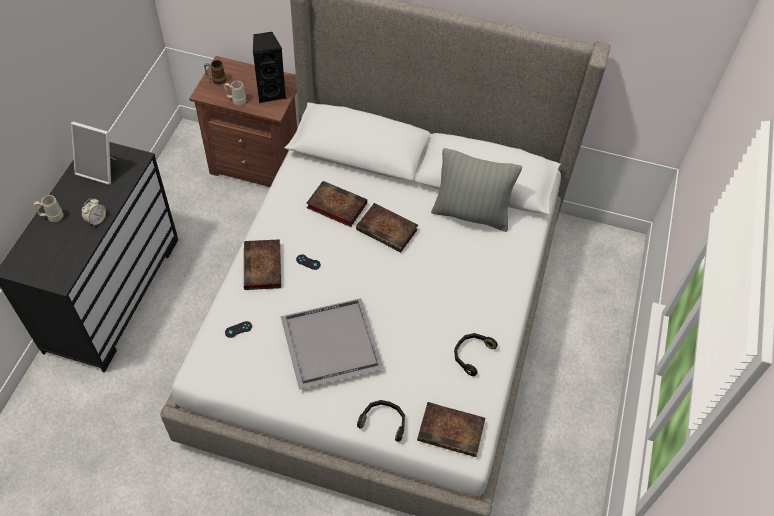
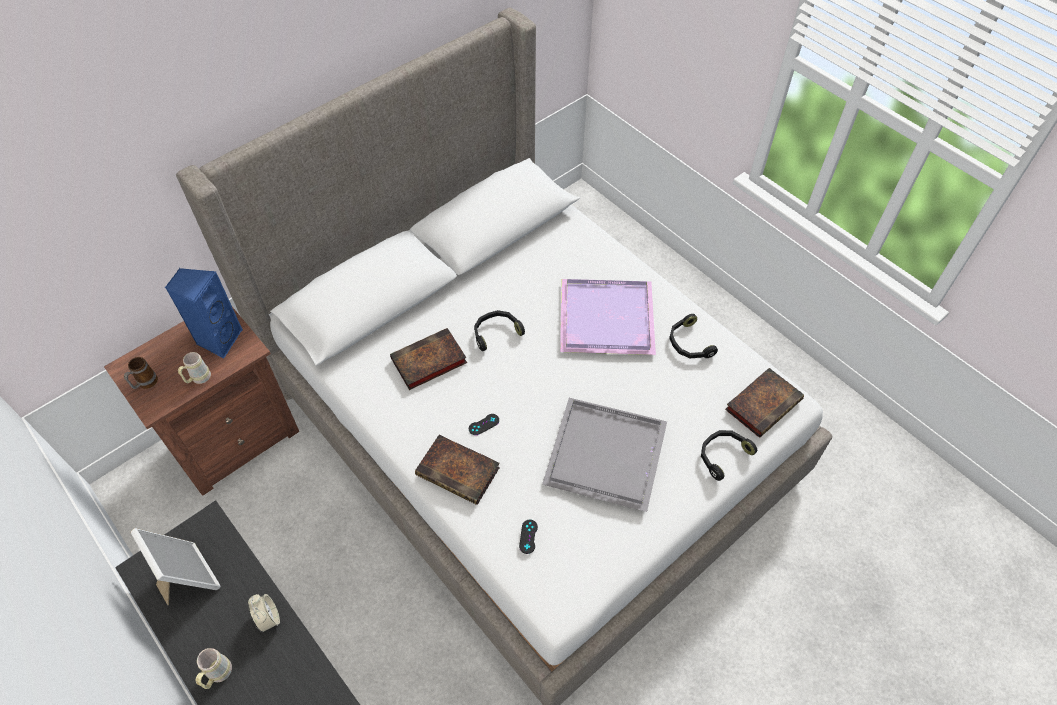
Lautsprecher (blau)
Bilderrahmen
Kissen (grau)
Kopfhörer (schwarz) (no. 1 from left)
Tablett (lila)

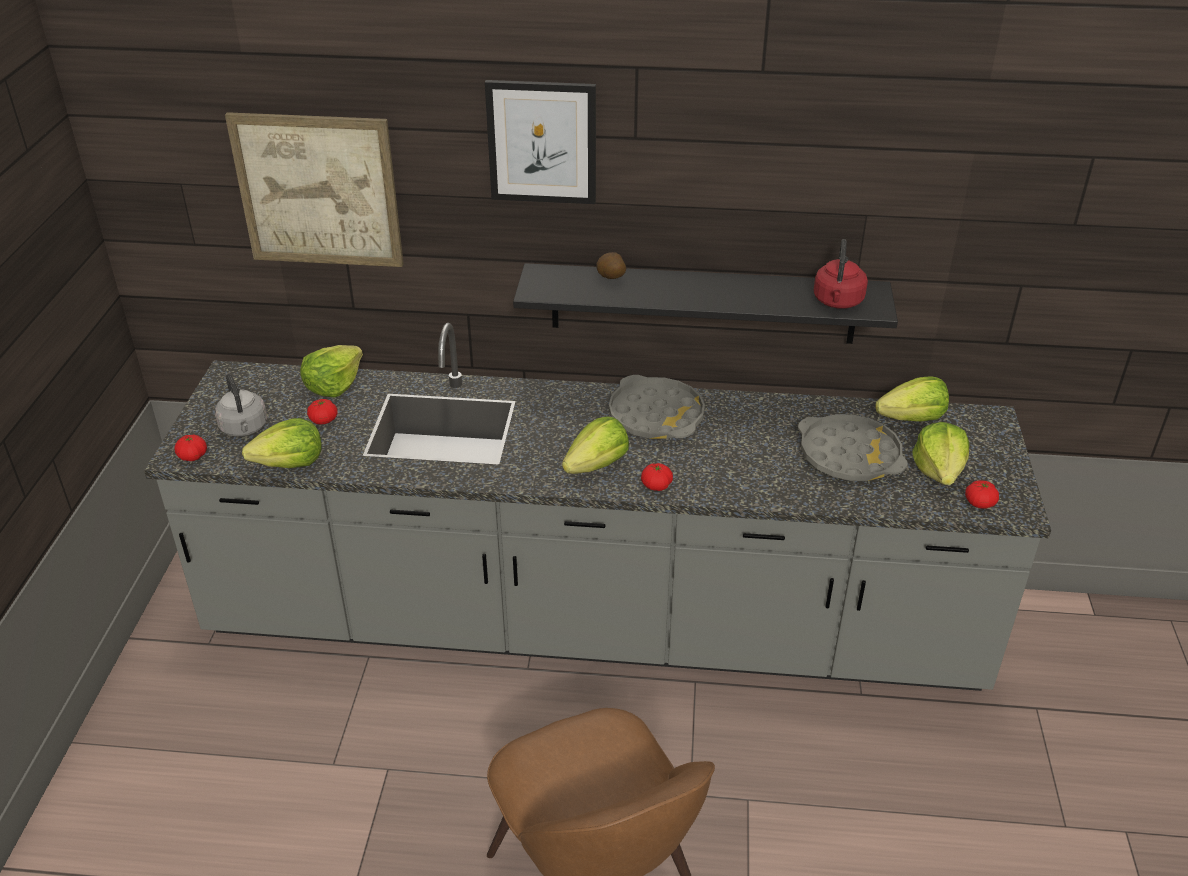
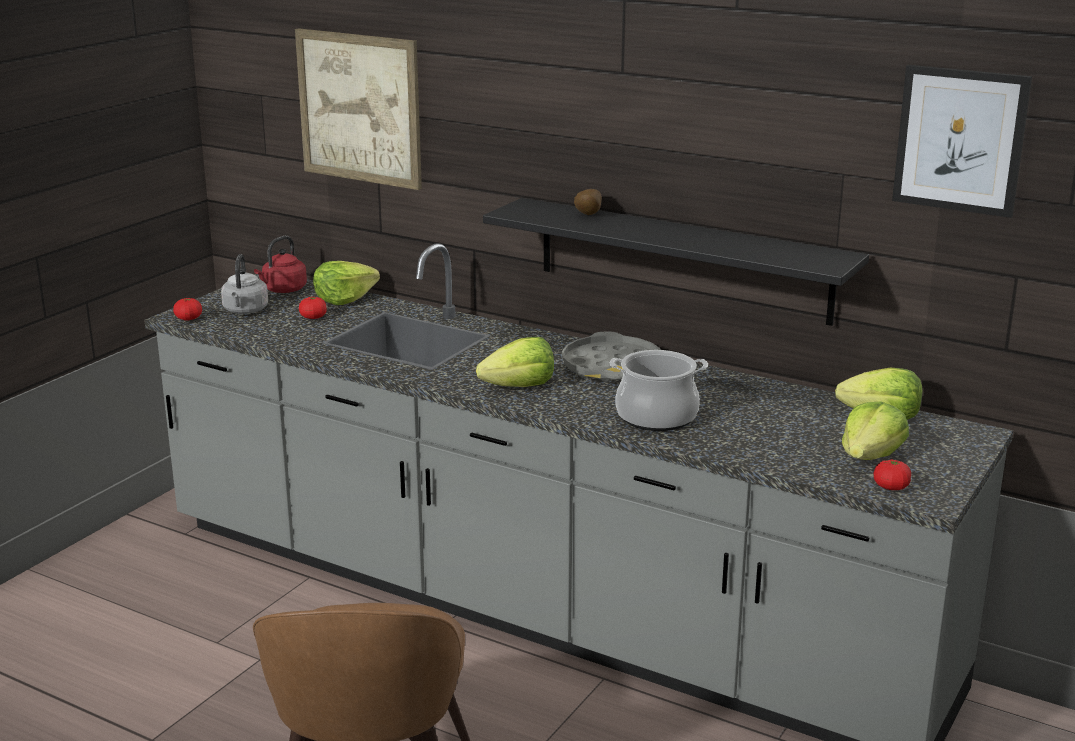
Bild (no. 2 from left)
Wasserkessel (rot)
Tablett (grau) (no. 2 from left in the first image)
Salatkopf (no. 1 from left in the first image)
Tomate (no. 3 from left in the first image)
Kochtopf

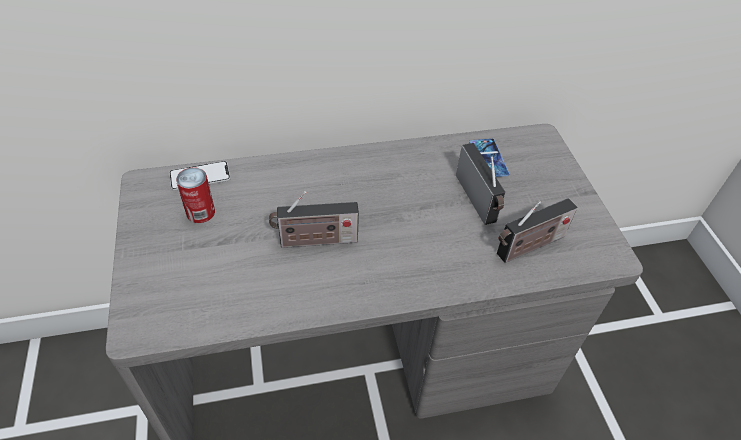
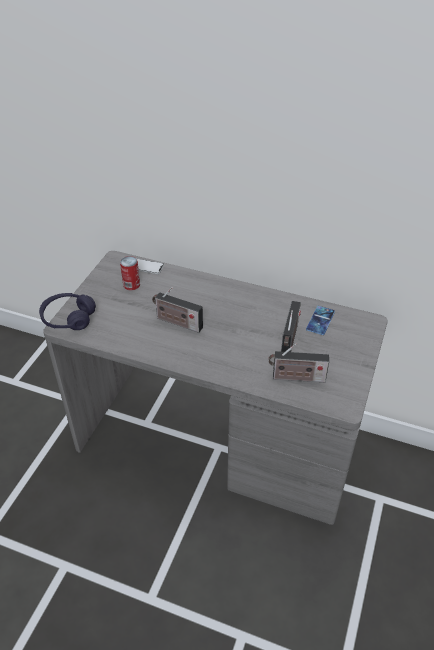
Kopfhörer (lila)

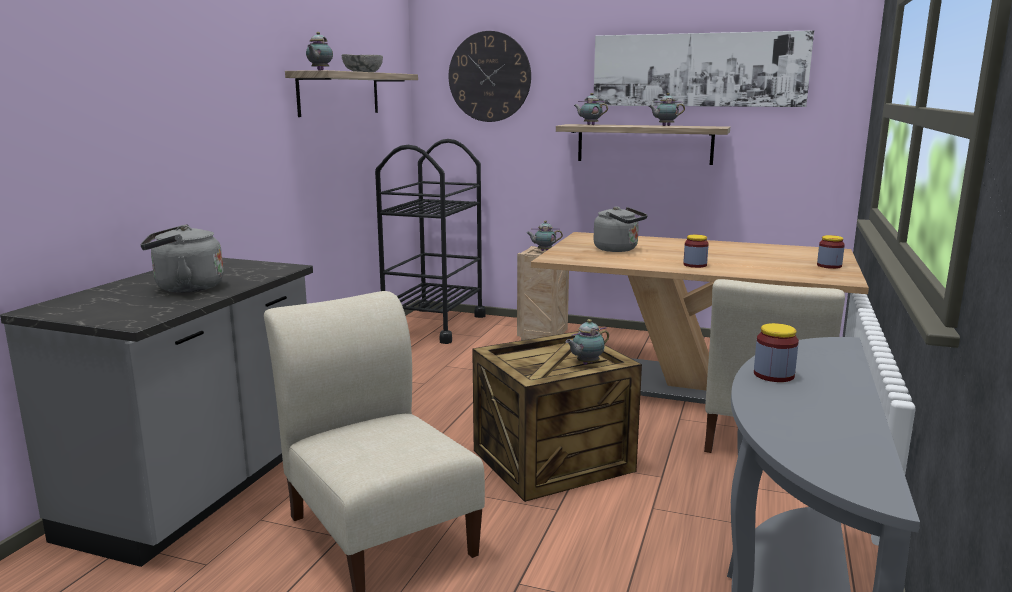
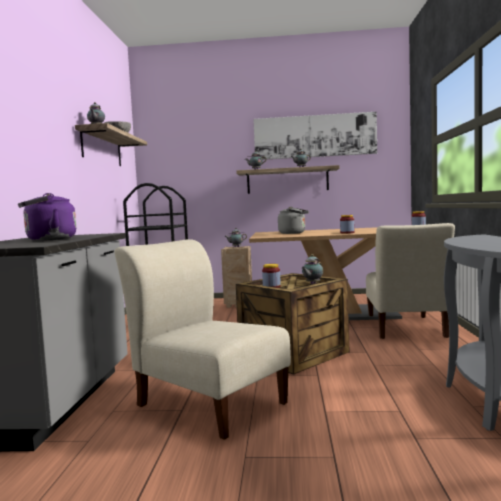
Wanduhr
Wasserkessel (lila)
Vorratsglas (no. 1 from left)

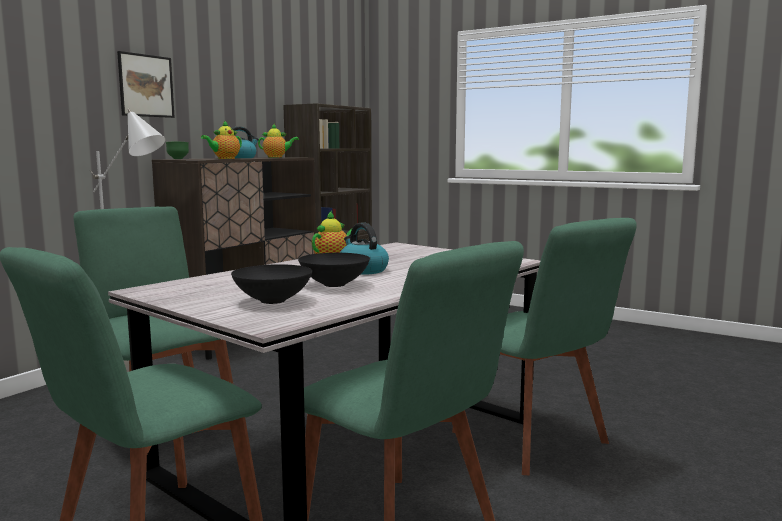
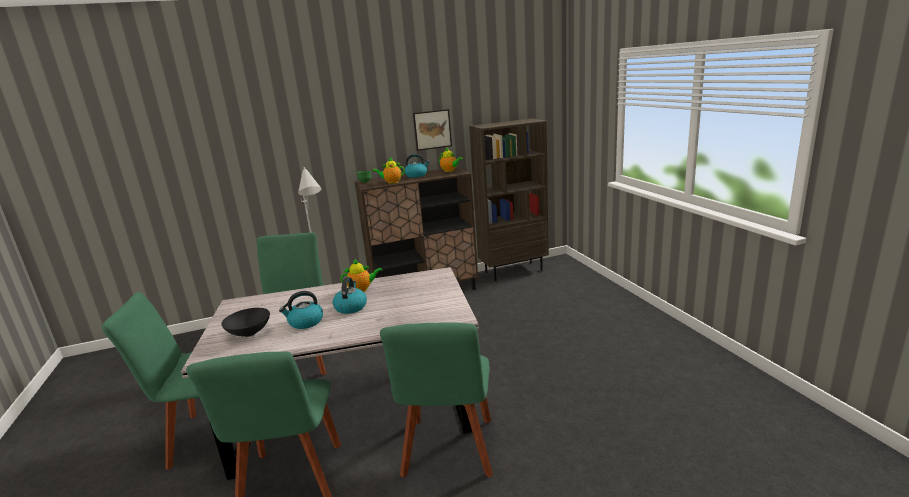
Bild
Wasserkessel (no. 1 from left)

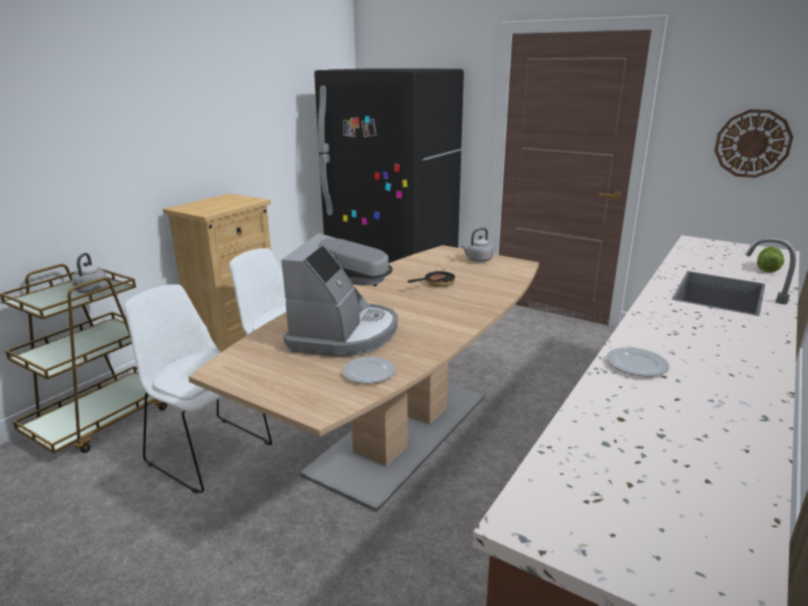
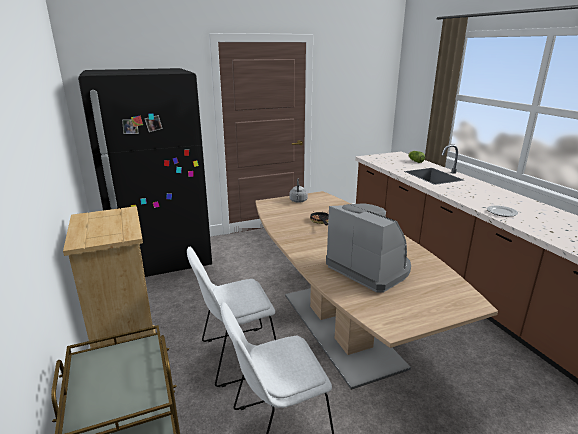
Wanduhr
Wasserkessel (grau) (no. 1 from left in the first image)
Teller (no. 1 from left in the first image)

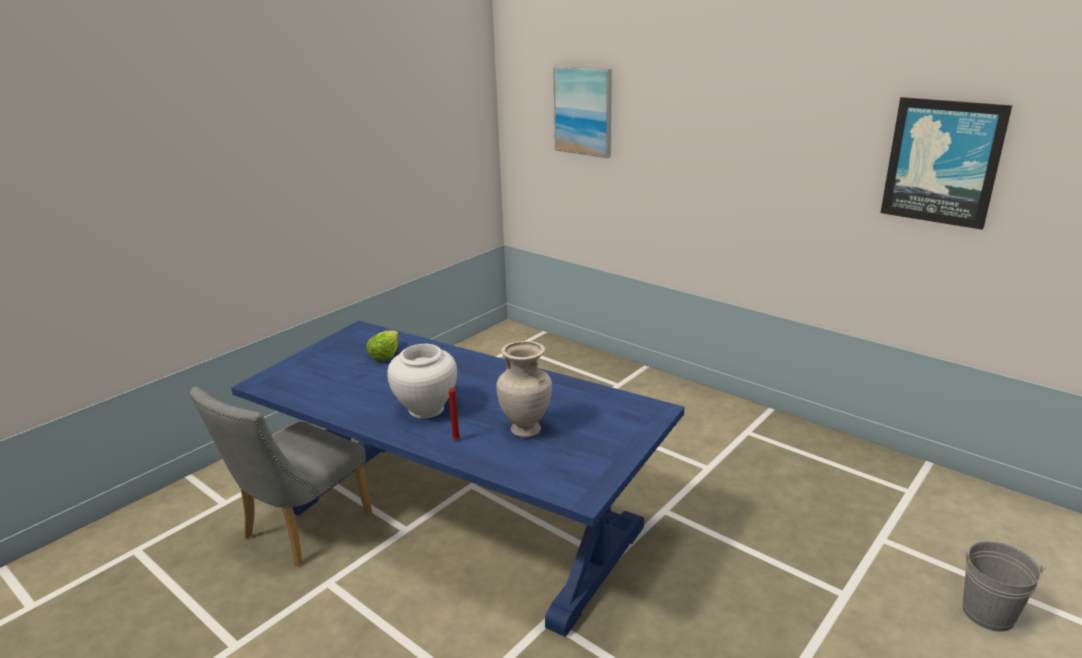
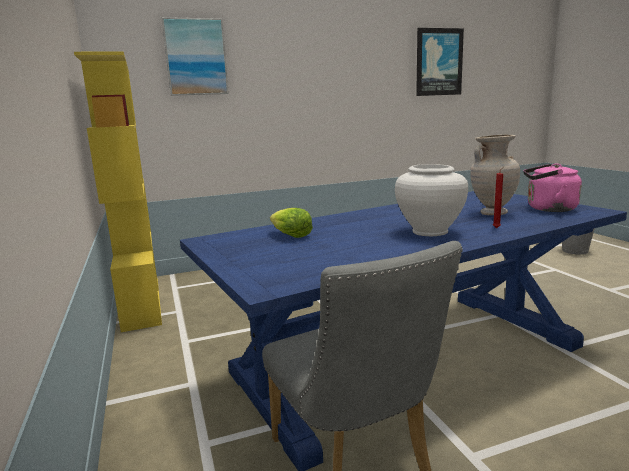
Bücherregal (gelb)
Wasserkessel (rosa)

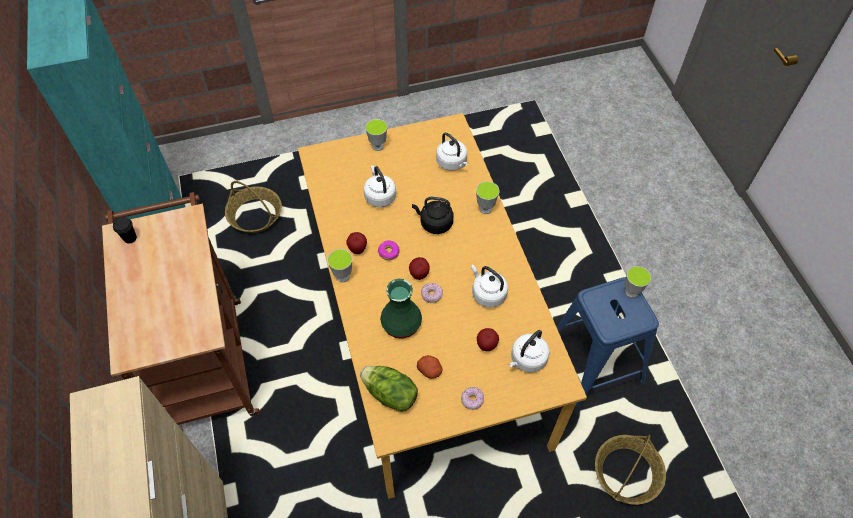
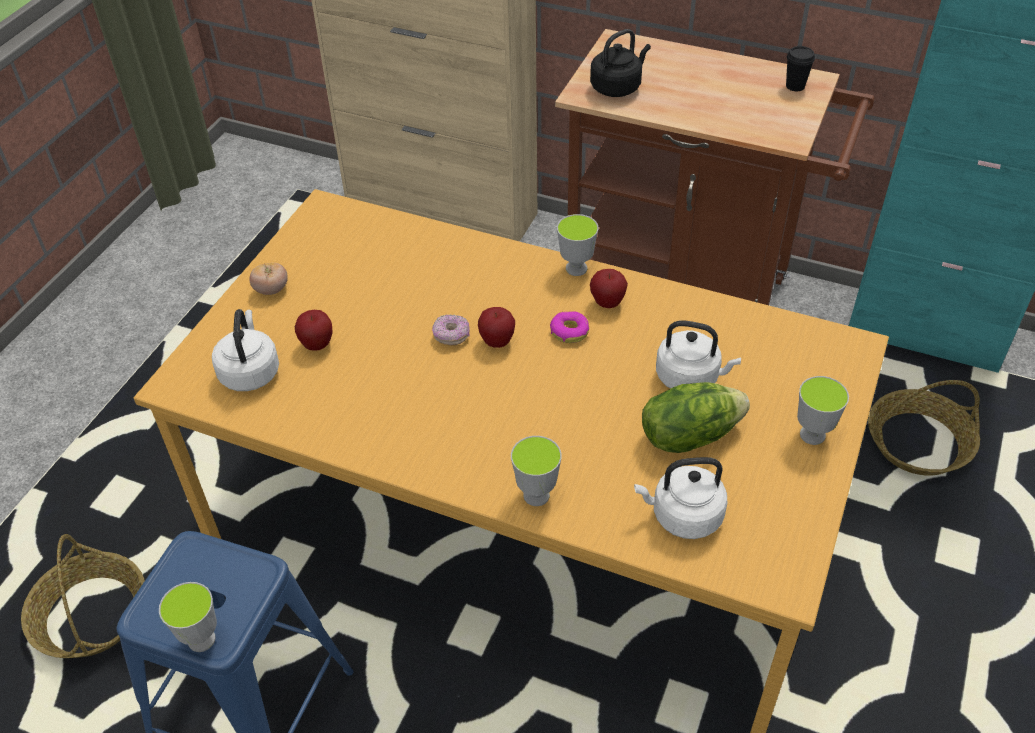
Wasserkessel (schwarz)
Wasserkessel (weiß) (no. 3 from left in the first image)
Vase (grün)
Kartoffel
Salatkopf
Tomate

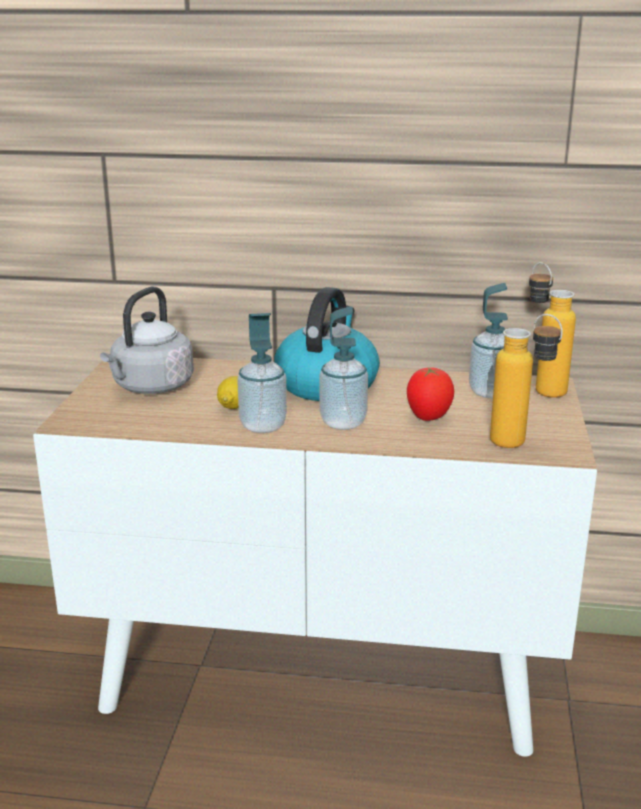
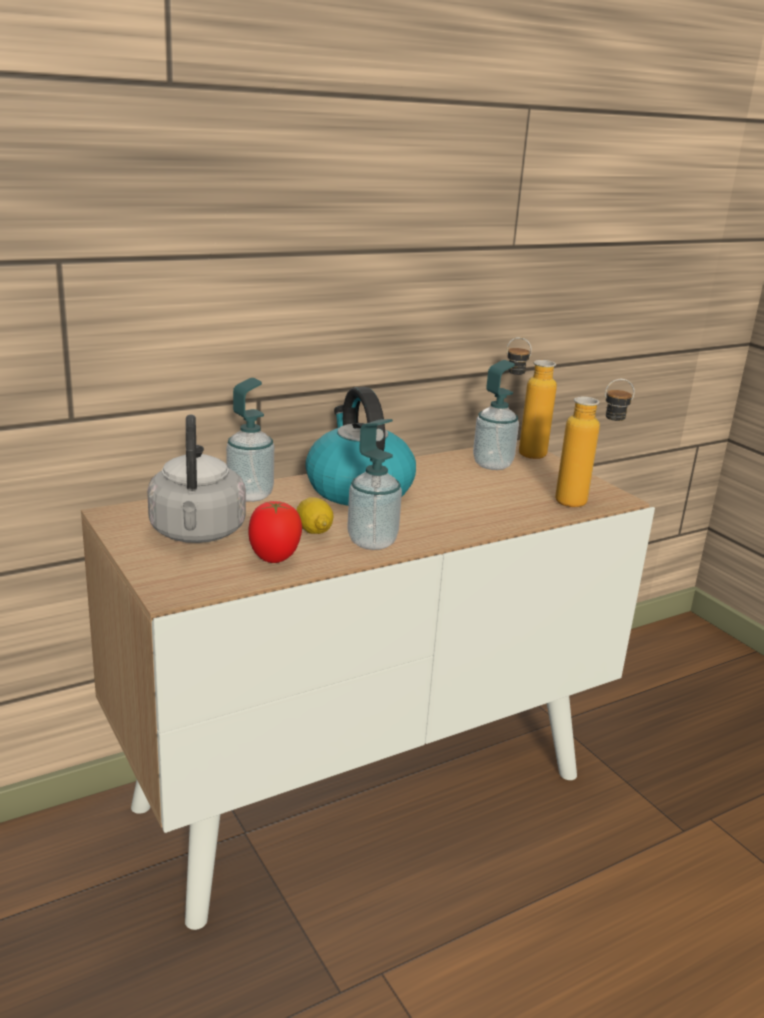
Seifenspender (no. 1 from left)
Tomate

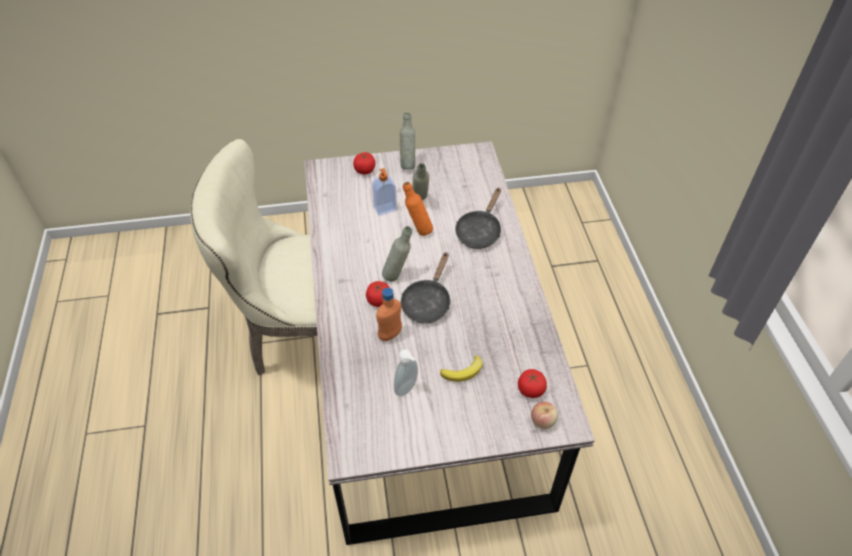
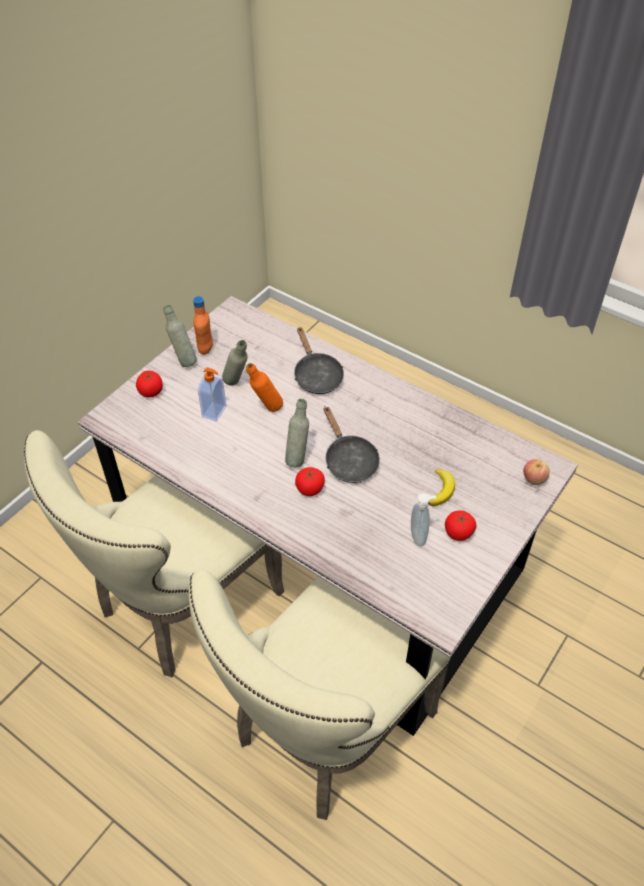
Flasche (orange) (no. 1 from left)
Tomate (no. 3 from left)
Stuhl (beige) (no. 2 from left)

